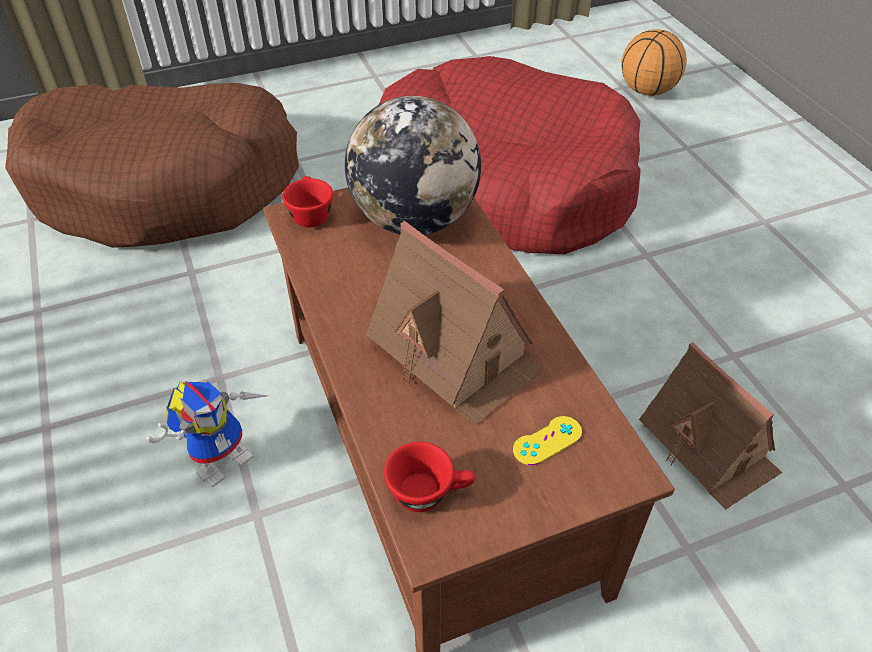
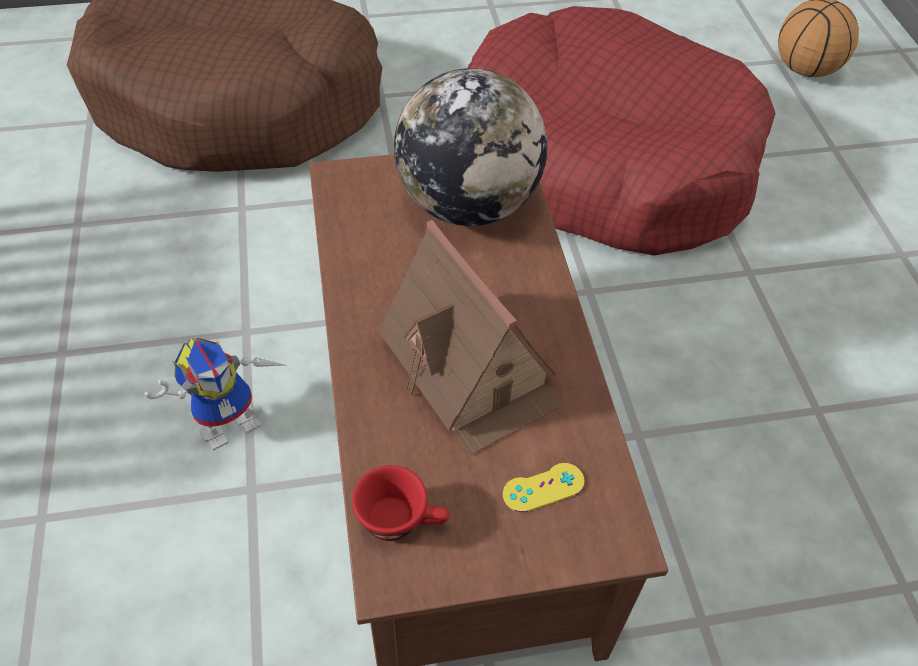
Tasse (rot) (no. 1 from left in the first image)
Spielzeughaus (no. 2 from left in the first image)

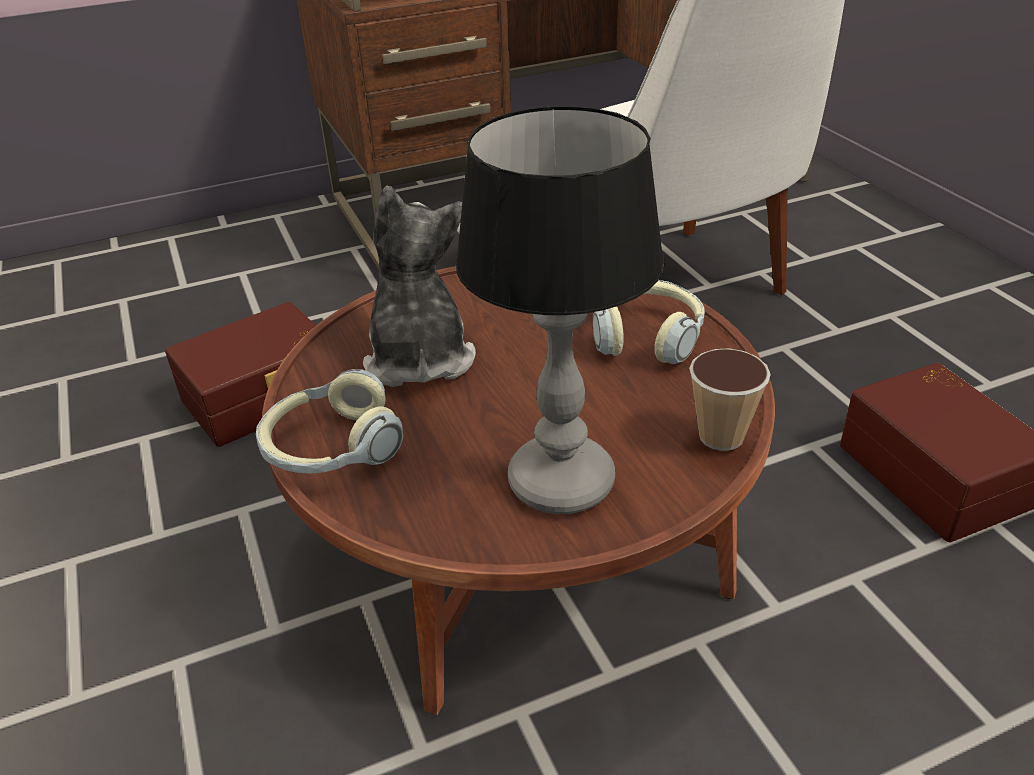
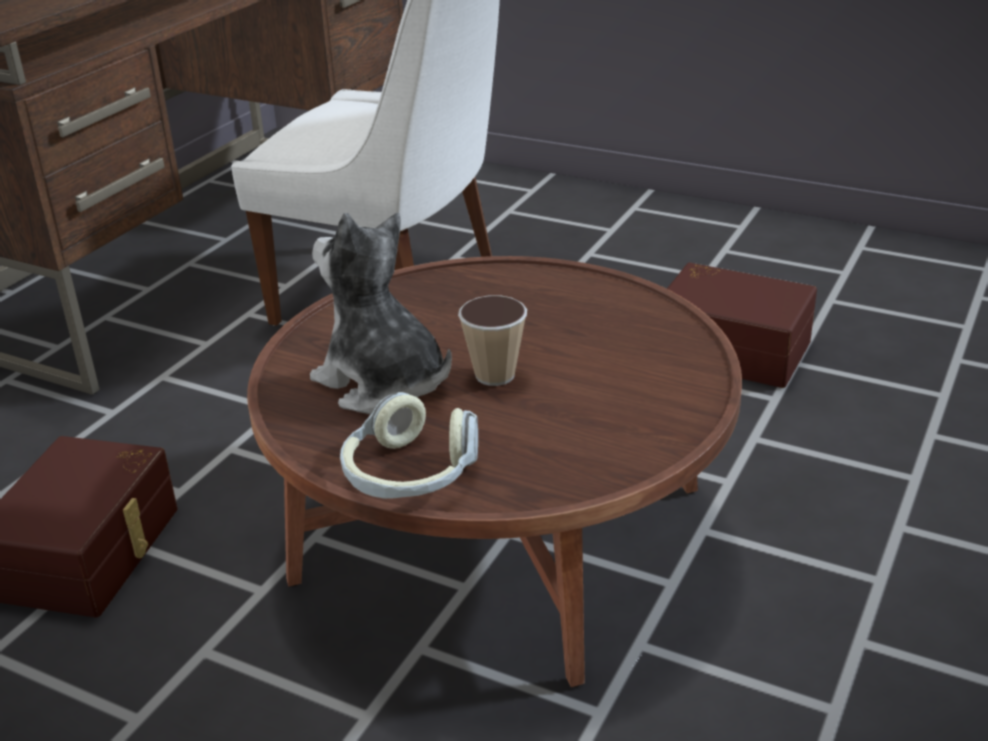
Tischlampe
Kopfhörer (no. 2 from left in the first image)
Tasse

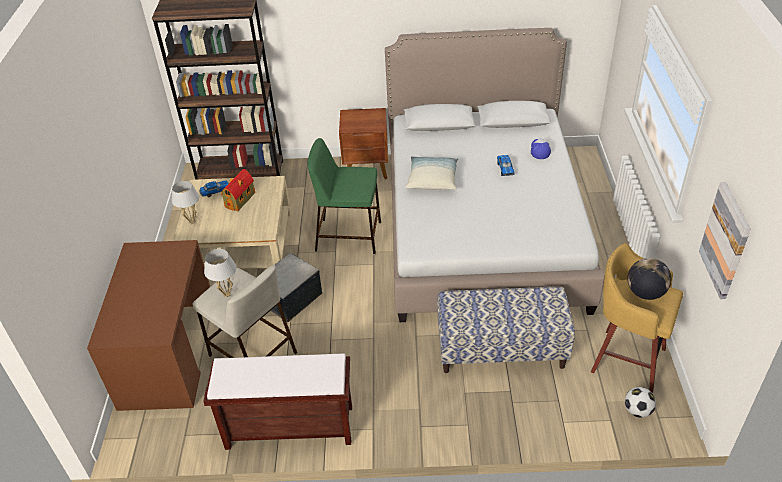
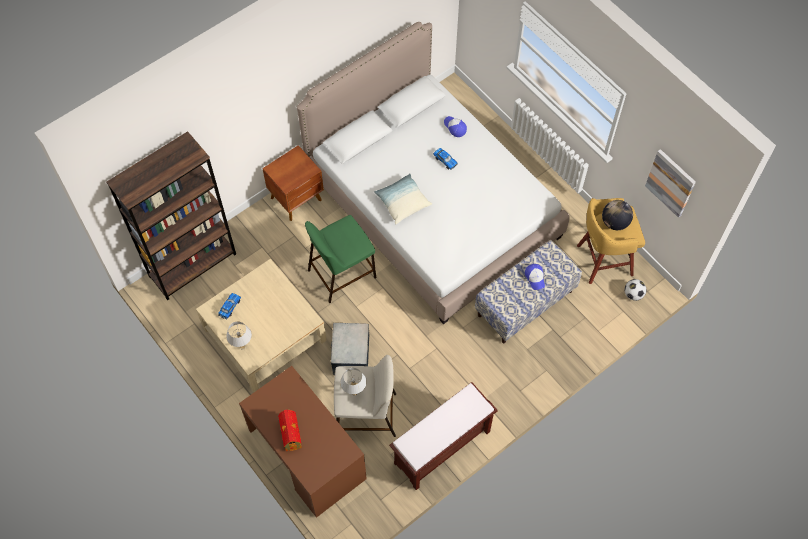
Spielzeughaus
Kappe (no. 2 from left)

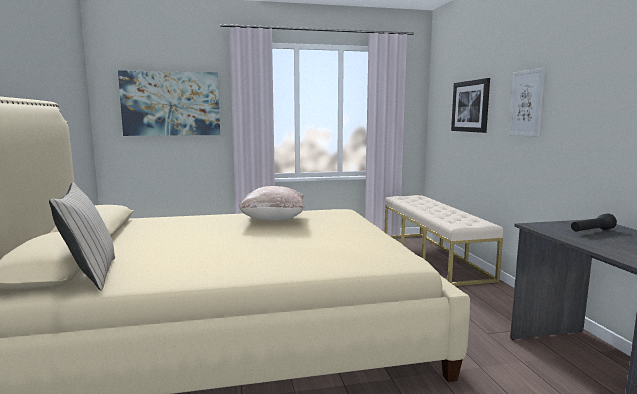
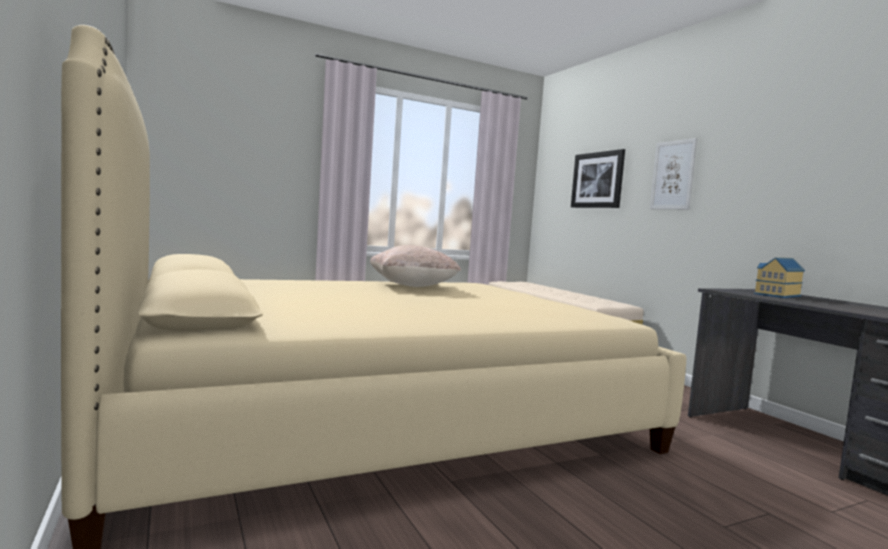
Bild (no. 1 from left in the first image)
Kissen (beige) (no. 1 from left in the first image)
Spielzeughaus

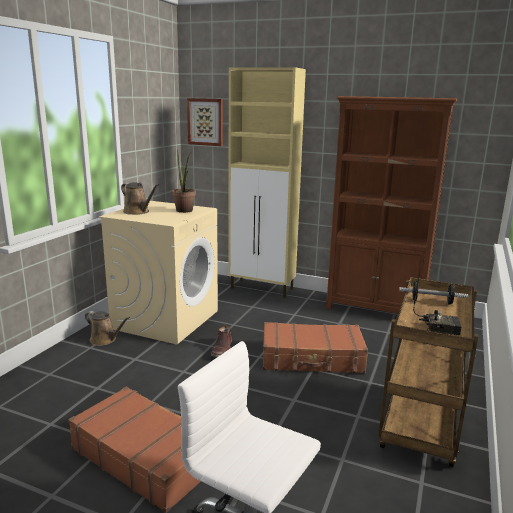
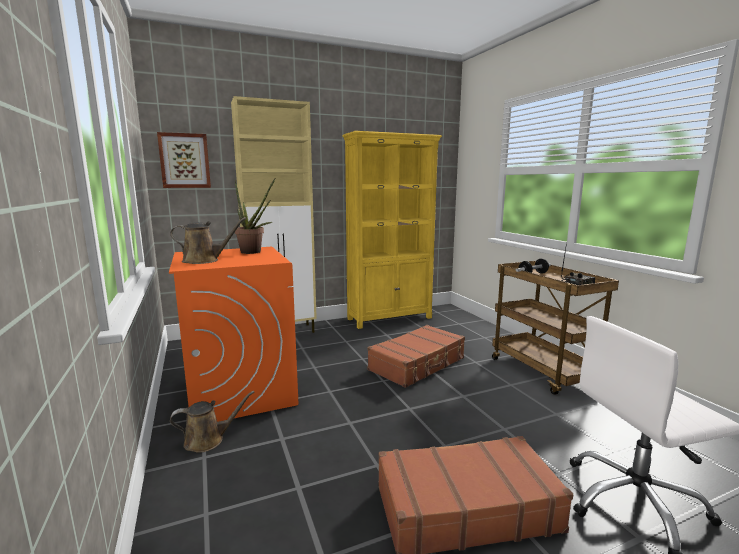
Bücherregal (gelb)
Waschmaschine (orange)
Stiefel (braun)

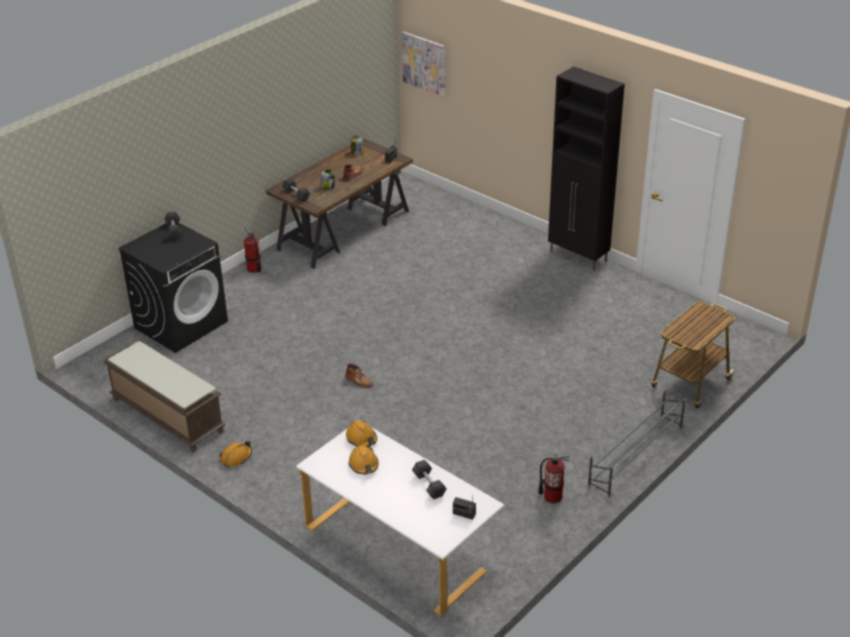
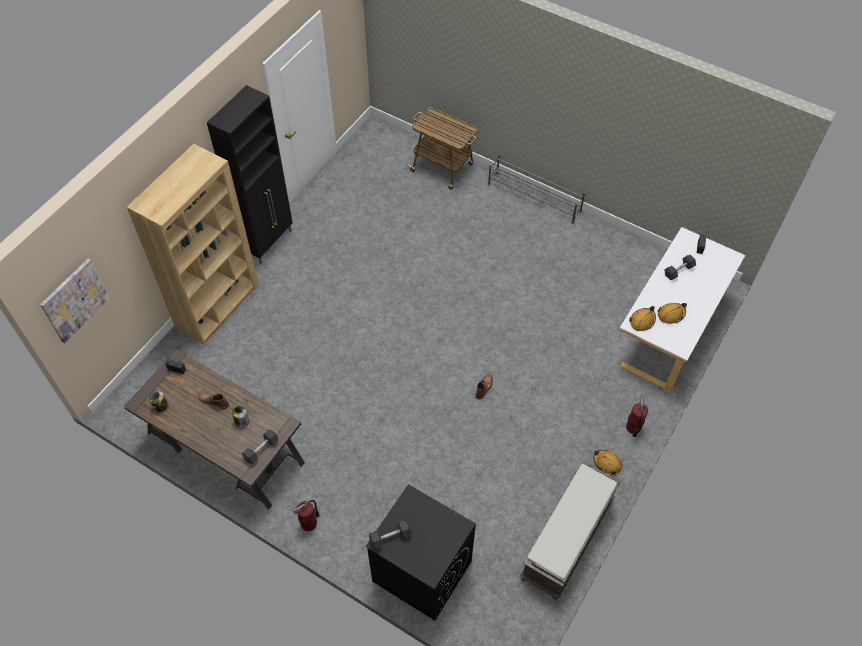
Feuerlöscher (no. 2 from left)
Bücherregal (braun)

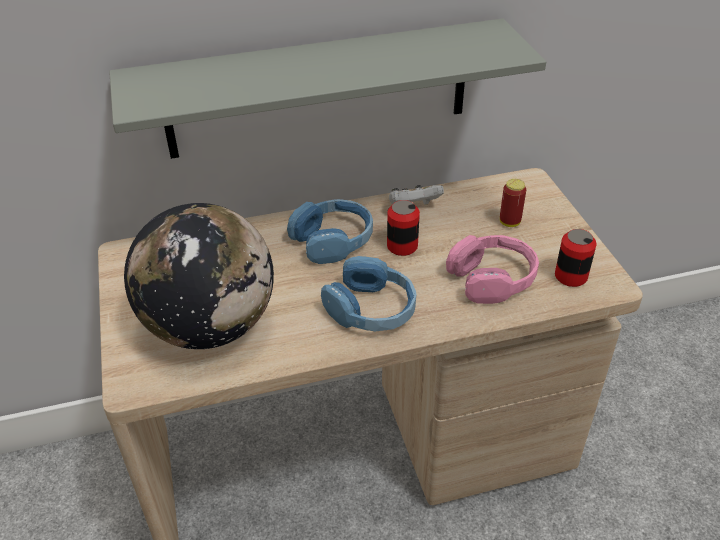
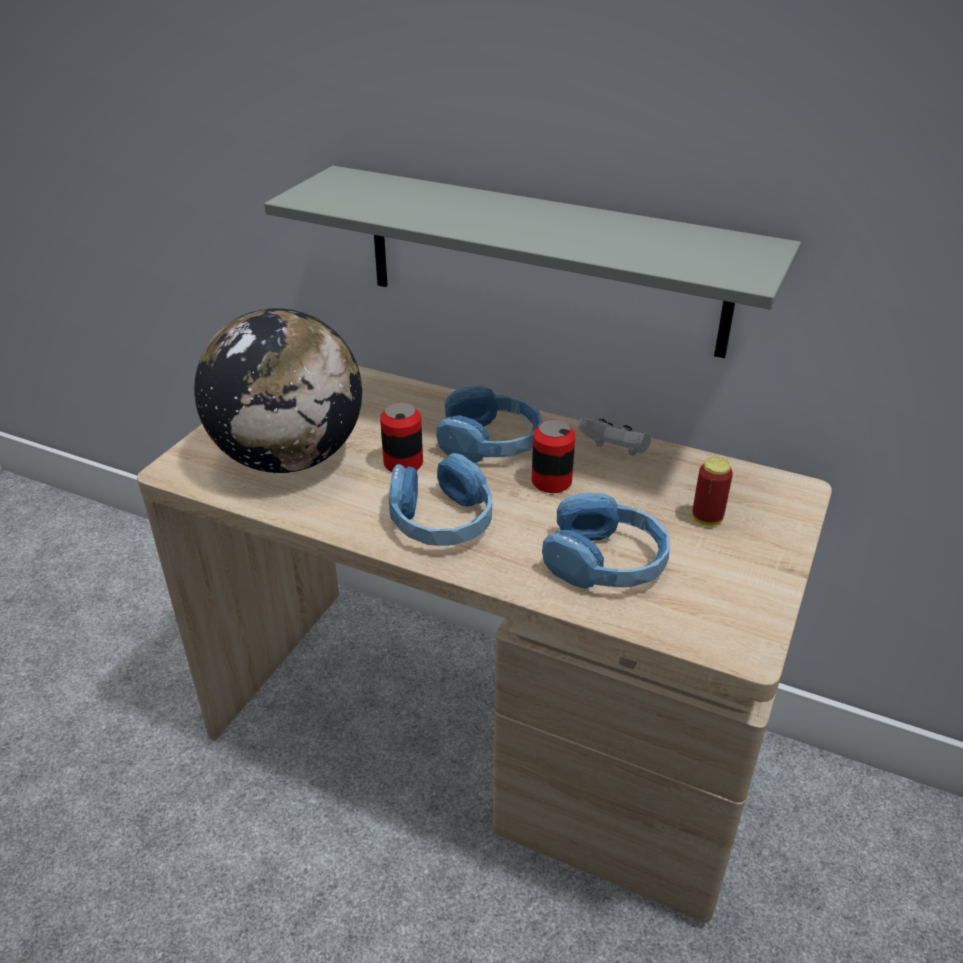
Dose (no. 1 from left)
Kopfhörer (blau) (no. 3 from left)

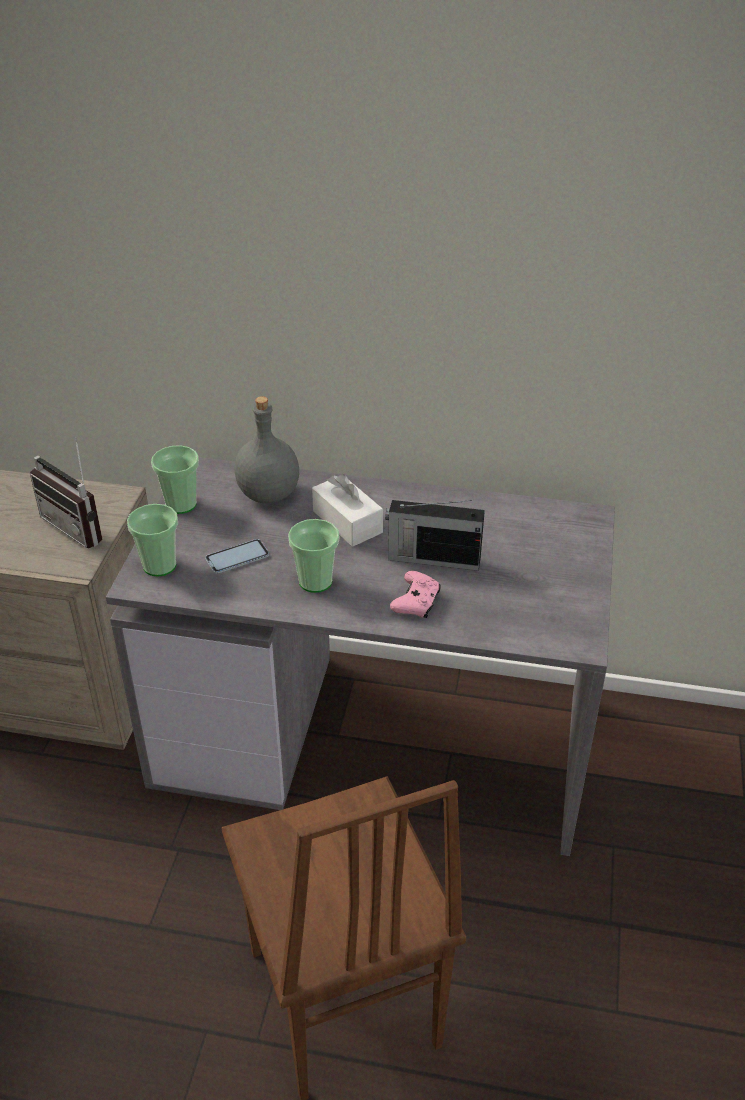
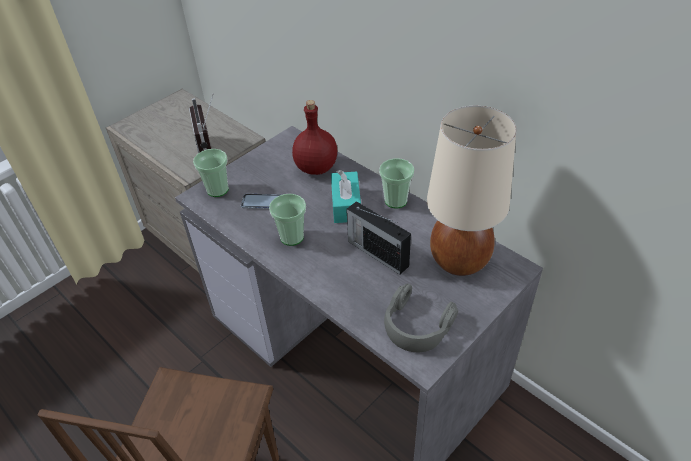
Flasche (rot)
Tasse (no. 3 from left)
Taschentuchbox (türkis)
Gamepad (rosa)
Tischlampe (beige)
Kopfhörer (grau)

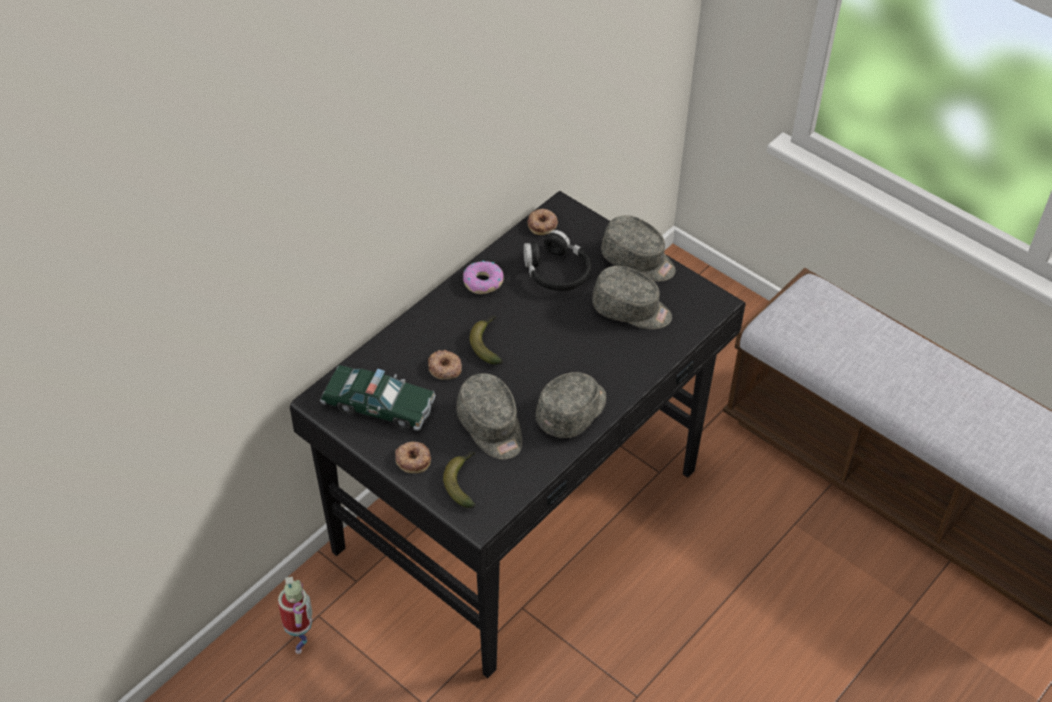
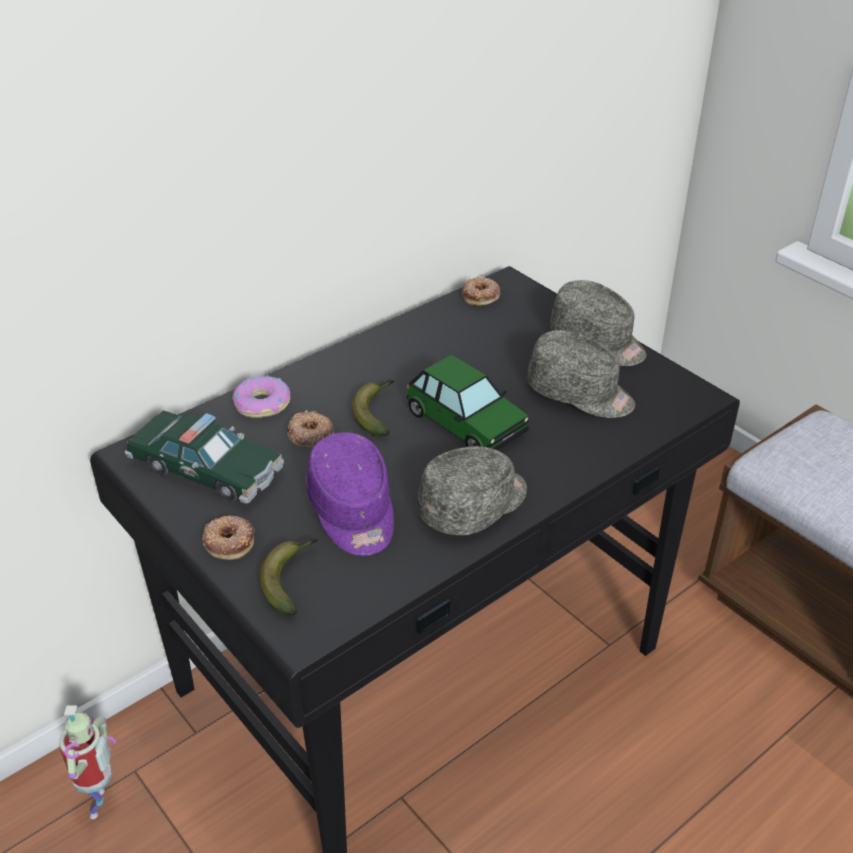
Kopfhörer (schwarz)
Donut (no. 2 from left)
Kappe (lila)
Spielzeugauto (no. 2 from left)

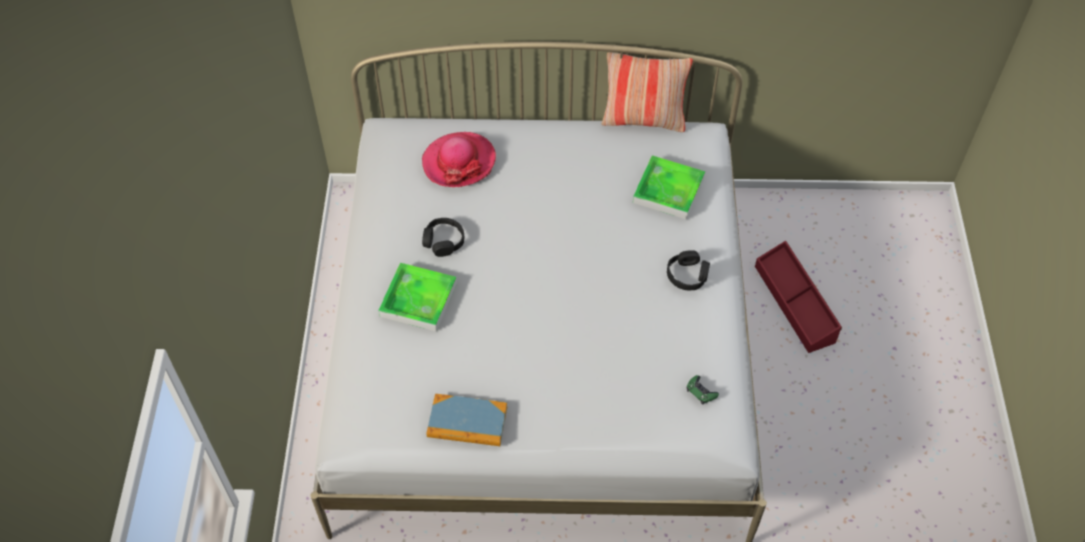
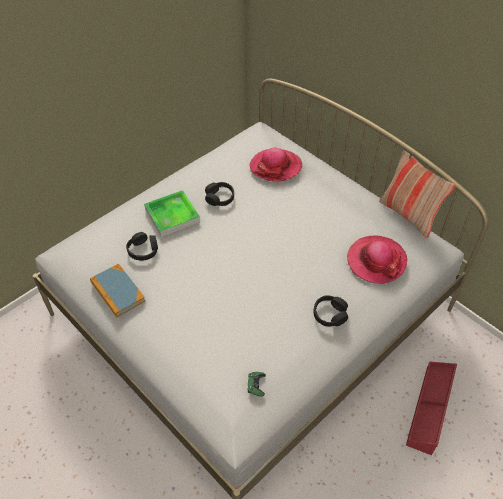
Hut (no. 2 from left)
Kopfhörer (schwarz) (no. 1 from left)

